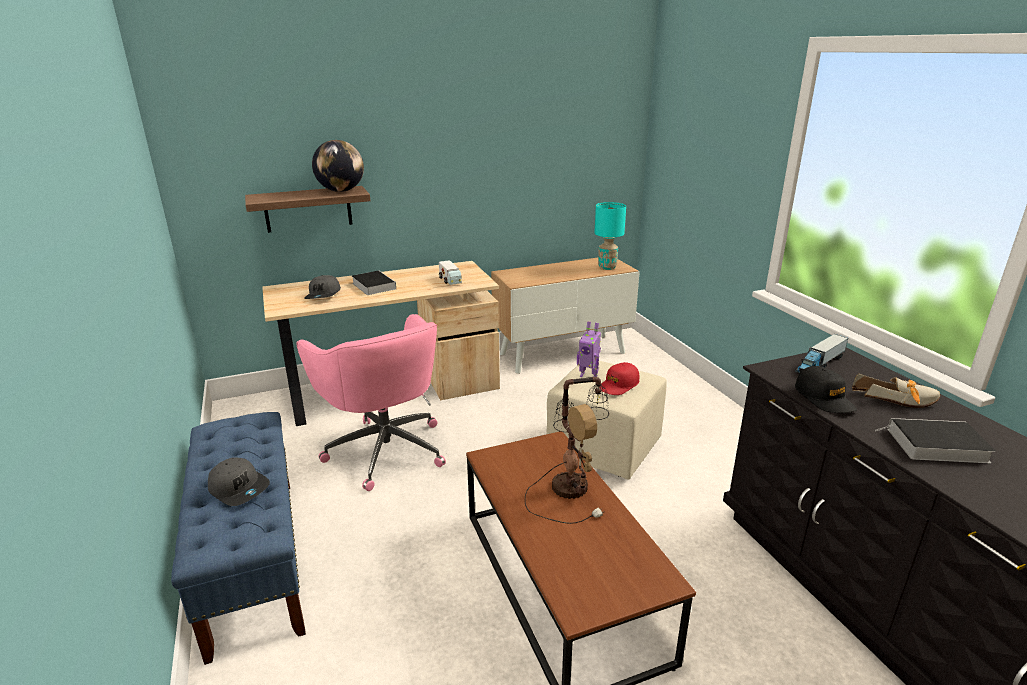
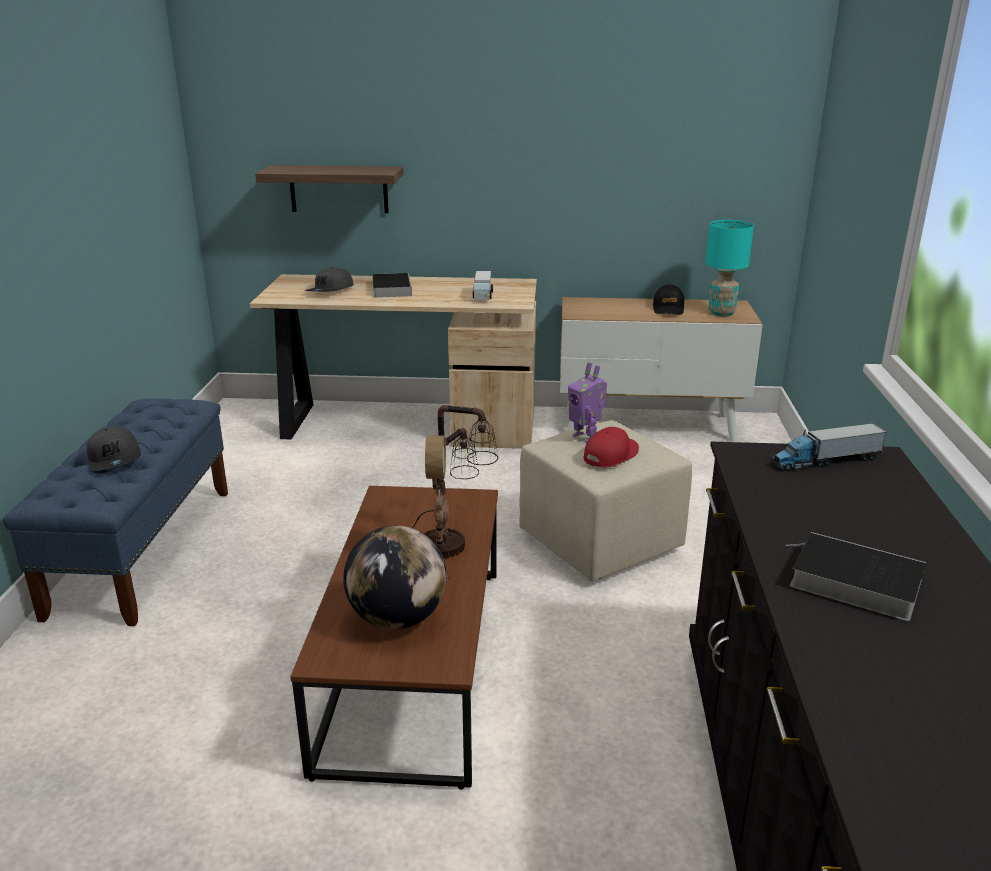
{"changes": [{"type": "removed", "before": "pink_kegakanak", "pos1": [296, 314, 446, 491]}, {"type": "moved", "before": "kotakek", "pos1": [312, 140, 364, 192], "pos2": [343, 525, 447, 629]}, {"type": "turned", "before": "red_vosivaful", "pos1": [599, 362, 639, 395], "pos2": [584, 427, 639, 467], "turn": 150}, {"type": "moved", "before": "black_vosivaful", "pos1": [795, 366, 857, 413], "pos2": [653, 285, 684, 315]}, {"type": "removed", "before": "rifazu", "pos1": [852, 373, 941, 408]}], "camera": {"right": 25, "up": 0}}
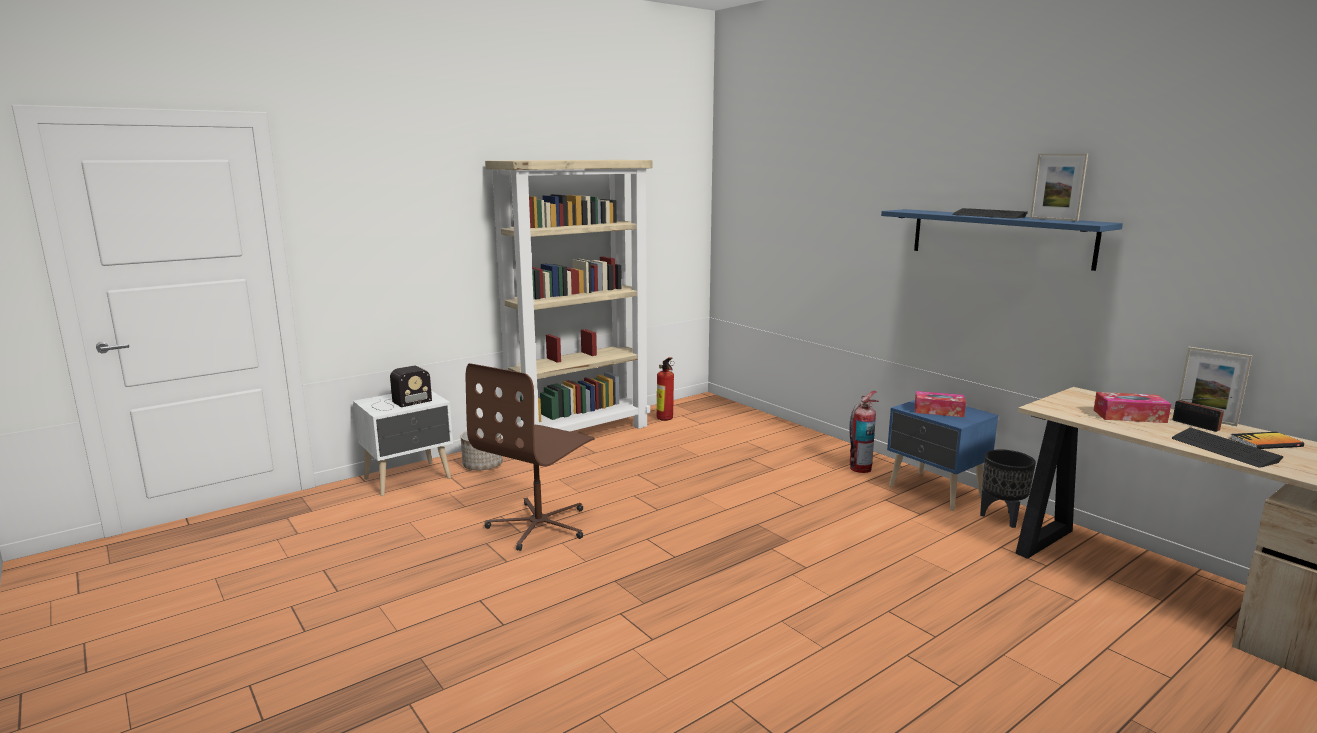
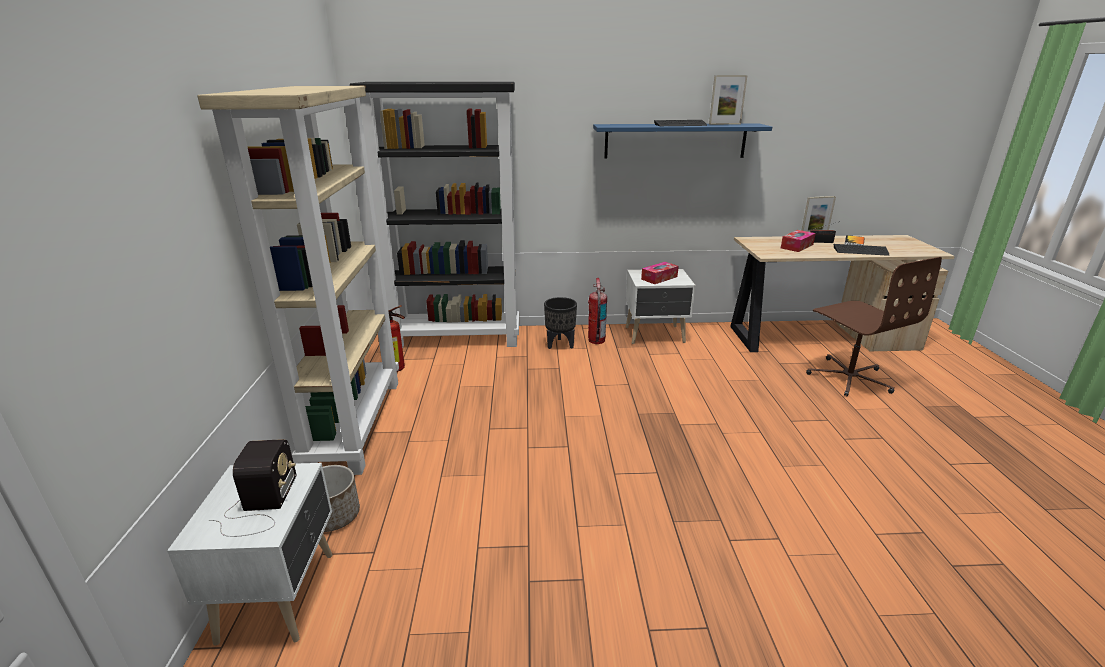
{"changes": [{"type": "moved", "before": "brown_kegakanak", "pos1": [466, 363, 595, 551], "pos2": [806, 257, 942, 396]}, {"type": "recoloured", "before": "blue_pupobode", "after": "white_pupobode", "pos1": [887, 400, 998, 511], "pos2": [626, 269, 696, 344]}, {"type": "moved", "before": "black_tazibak", "pos1": [980, 449, 1036, 528], "pos2": [544, 297, 577, 349]}, {"type": "added", "after": "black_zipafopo", "pos2": [350, 82, 519, 348]}], "camera": {"right": -55, "up": 10}}
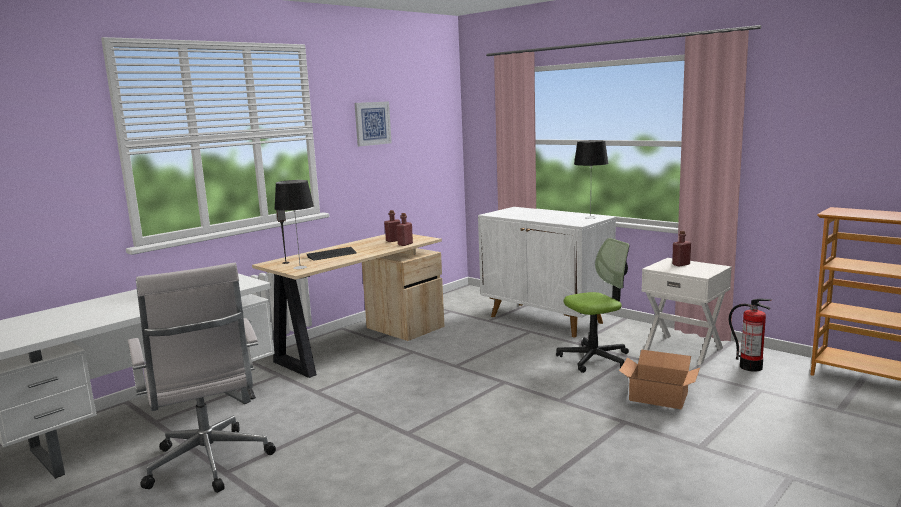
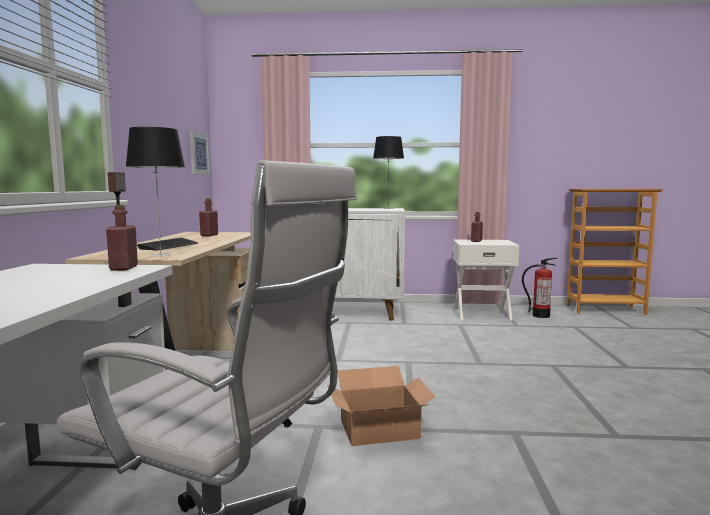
{"changes": [{"type": "moved", "before": "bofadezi", "pos1": [354, 101, 392, 146], "pos2": [190, 131, 210, 175]}, {"type": "moved", "before": "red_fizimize", "pos1": [396, 213, 413, 246], "pos2": [106, 205, 138, 271]}, {"type": "removed", "before": "kegakanak", "pos1": [556, 238, 630, 373]}, {"type": "moved", "before": "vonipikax", "pos1": [619, 350, 700, 409], "pos2": [327, 366, 436, 446]}], "camera": {"right": -40, "up": -5}}
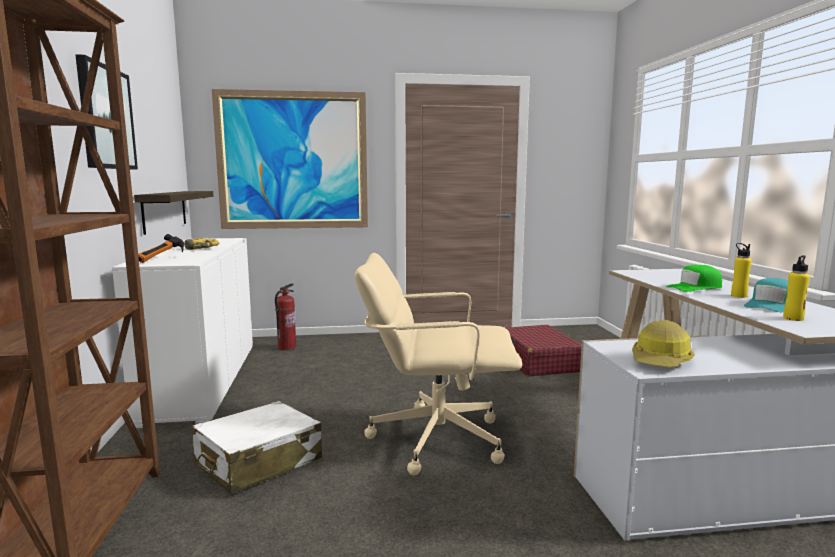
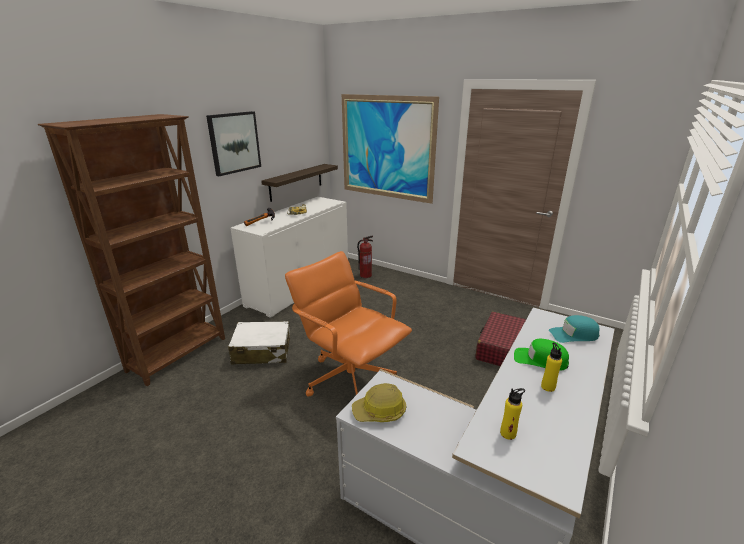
{"changes": [{"type": "recoloured", "before": "beige_kegakanak", "after": "orange_kegakanak", "pos1": [355, 253, 522, 475], "pos2": [285, 251, 412, 397]}, {"type": "moved", "before": "turquoise_vosivaful", "pos1": [744, 278, 788, 312], "pos2": [549, 315, 600, 343]}], "camera": {"right": 40, "up": 15}}
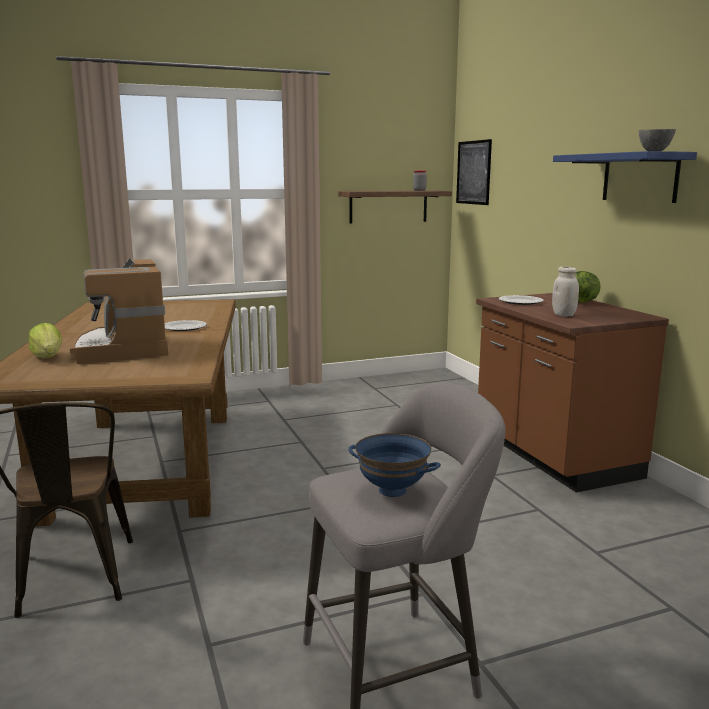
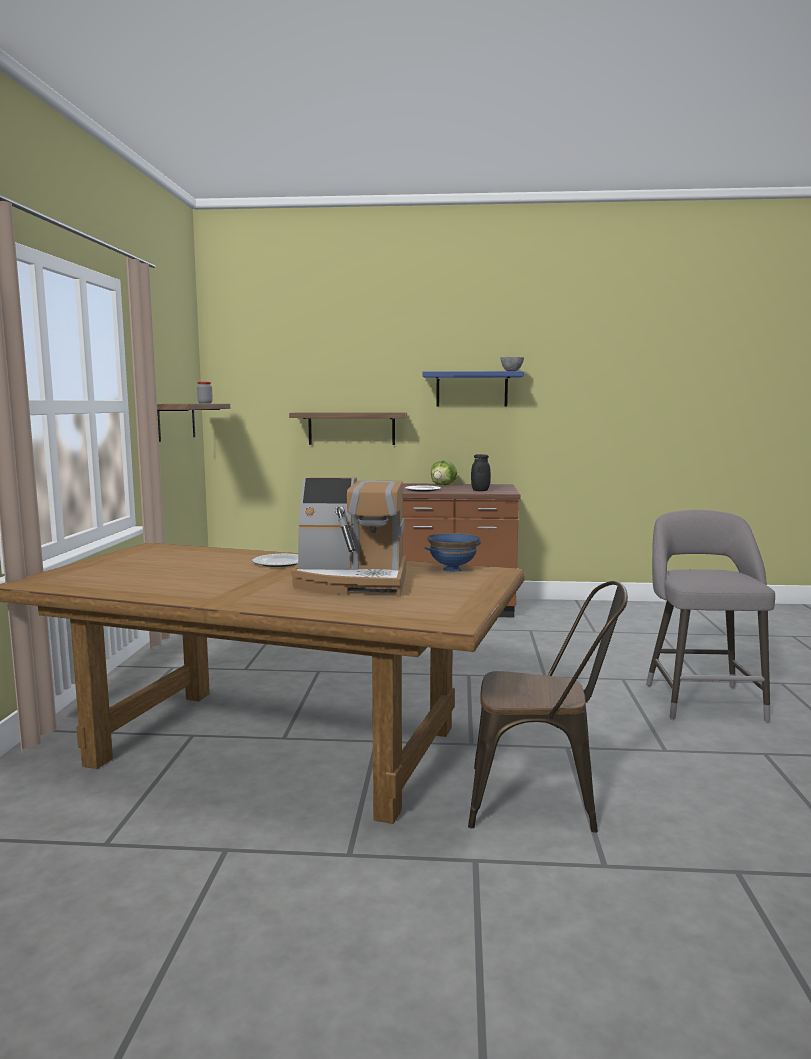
{"changes": [{"type": "removed", "before": "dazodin", "pos1": [28, 323, 62, 358]}, {"type": "moved", "before": "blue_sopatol", "pos1": [349, 433, 441, 497], "pos2": [424, 533, 481, 572]}, {"type": "removed", "before": "bofadezi", "pos1": [456, 139, 492, 205]}, {"type": "recoloured", "before": "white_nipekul", "after": "black_nipekul", "pos1": [552, 266, 579, 316], "pos2": [471, 454, 491, 491]}, {"type": "added", "after": "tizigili", "pos2": [289, 412, 407, 445]}], "camera": {"right": -65, "up": -5}}
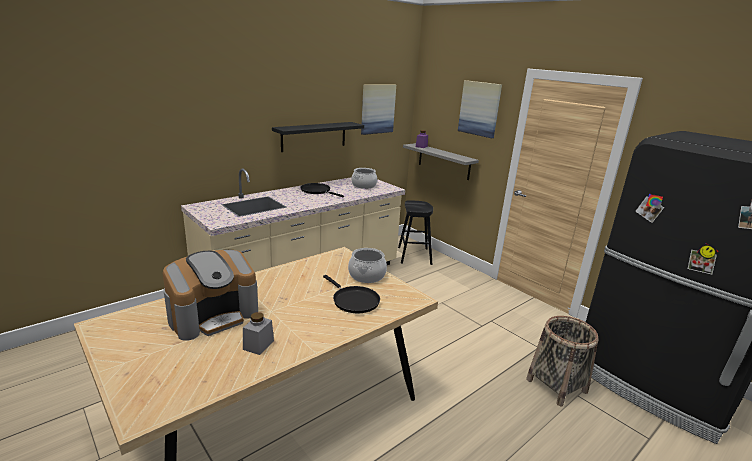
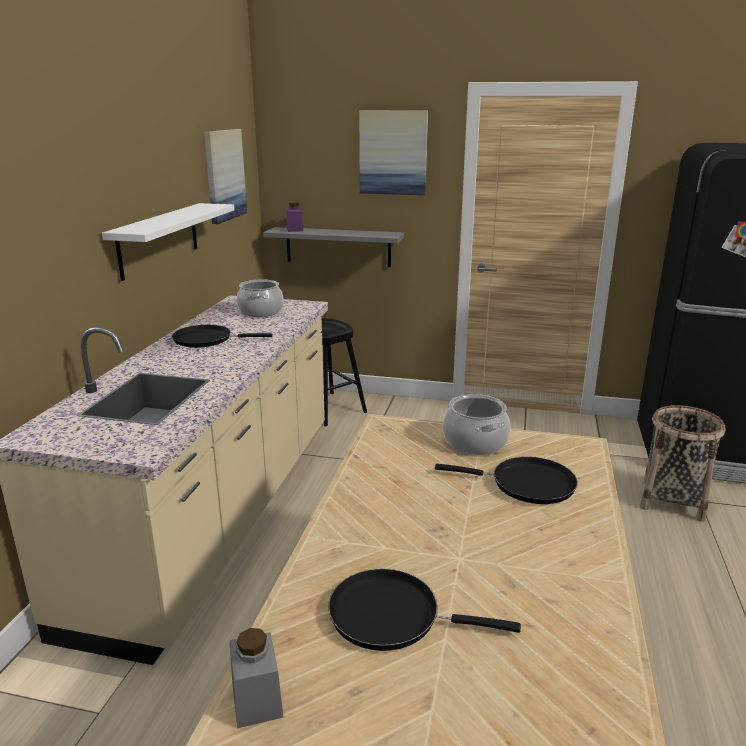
{"changes": [{"type": "replaced", "before": "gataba", "after": "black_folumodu", "pos1": [162, 250, 258, 341], "pos2": [328, 569, 521, 651]}, {"type": "moved", "before": "grey_nipekul", "pos1": [243, 312, 274, 355], "pos2": [230, 628, 284, 728]}, {"type": "recoloured", "before": "black_tizigili", "after": "white_tizigili", "pos1": [272, 122, 364, 152], "pos2": [102, 203, 234, 281]}], "camera": {"right": -35, "up": 0}}
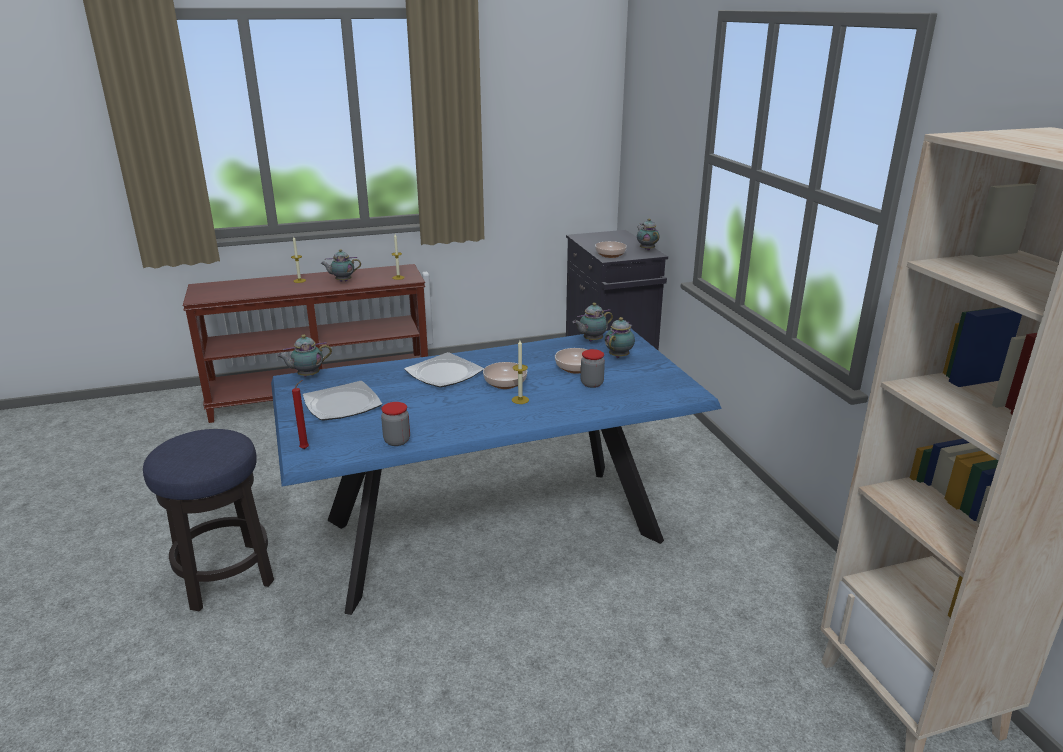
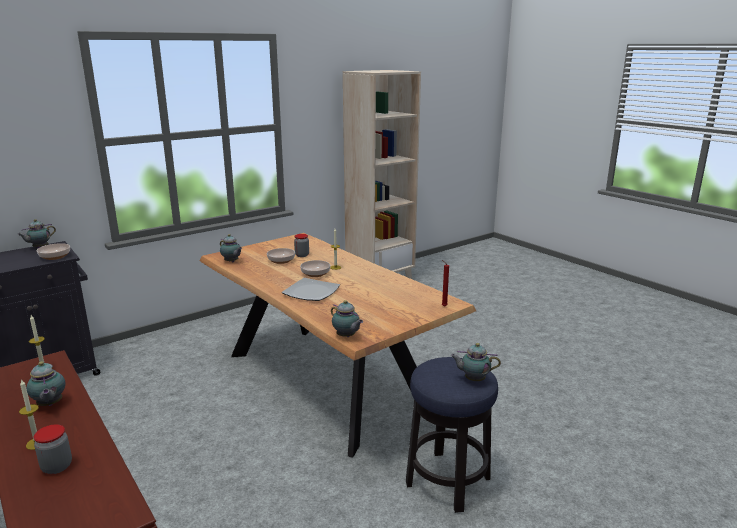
{"changes": [{"type": "recoloured", "before": "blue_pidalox", "after": "brown_pidalox", "pos1": [271, 329, 722, 615], "pos2": [200, 233, 476, 458]}, {"type": "removed", "before": "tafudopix", "pos1": [303, 381, 382, 421]}, {"type": "moved", "before": "nipekul", "pos1": [381, 402, 410, 446], "pos2": [34, 424, 72, 474]}, {"type": "moved", "before": "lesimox", "pos1": [605, 317, 635, 358], "pos2": [451, 343, 501, 381]}], "camera": {"right": -110, "up": -5}}
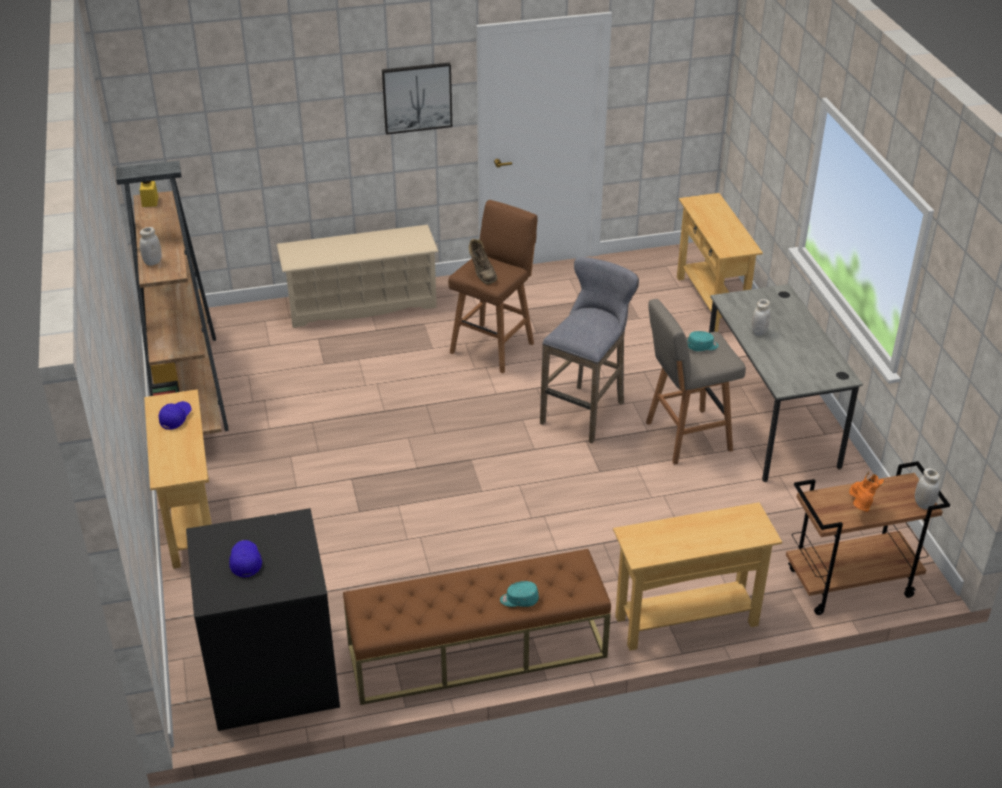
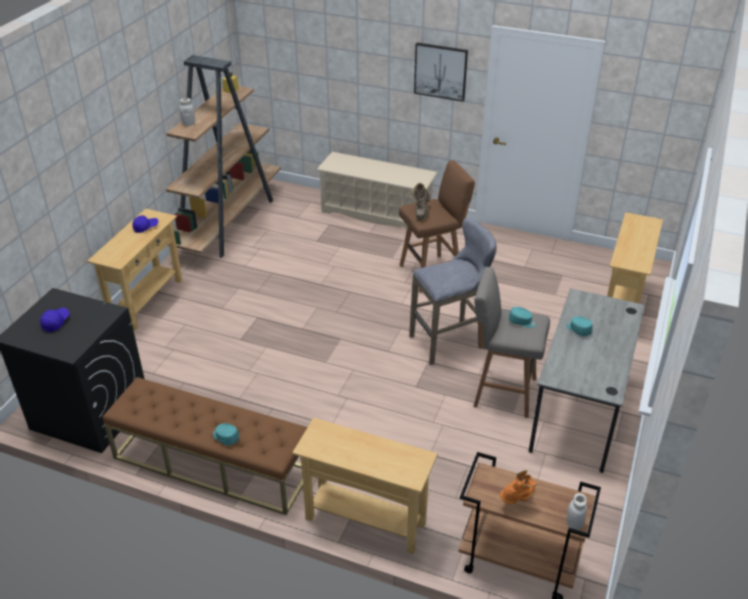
{"changes": [{"type": "replaced", "before": "white_nipekul", "after": "turquoise_vosivaful", "pos1": [752, 299, 770, 336], "pos2": [566, 316, 593, 336]}], "camera": {"right": 35, "up": 0}}
